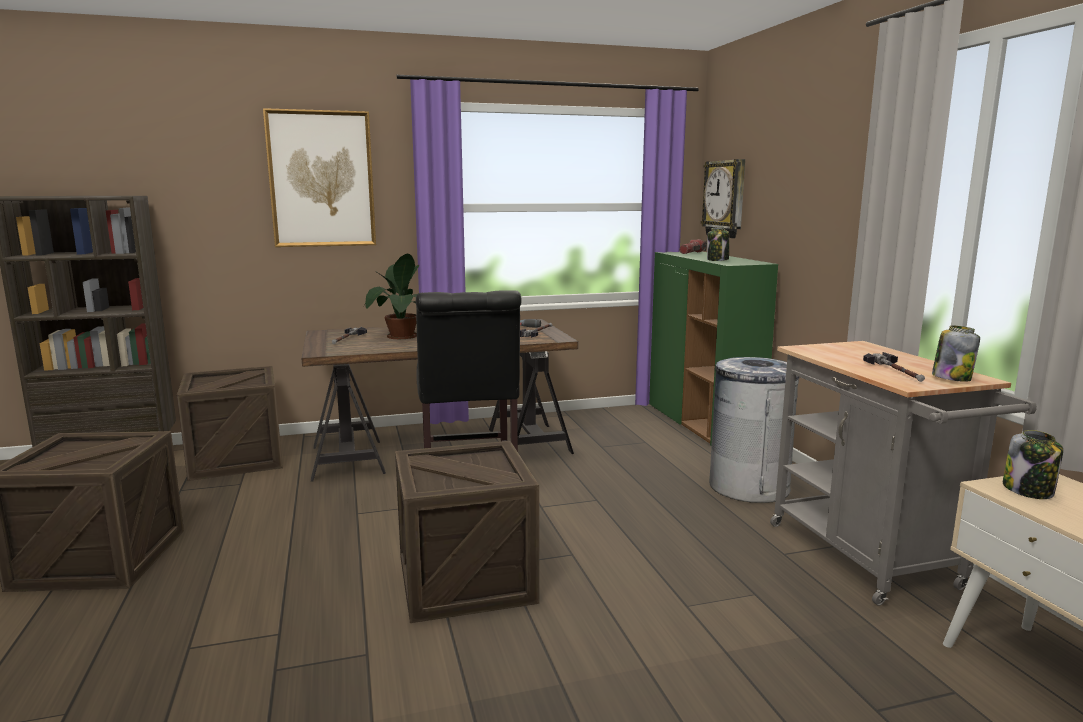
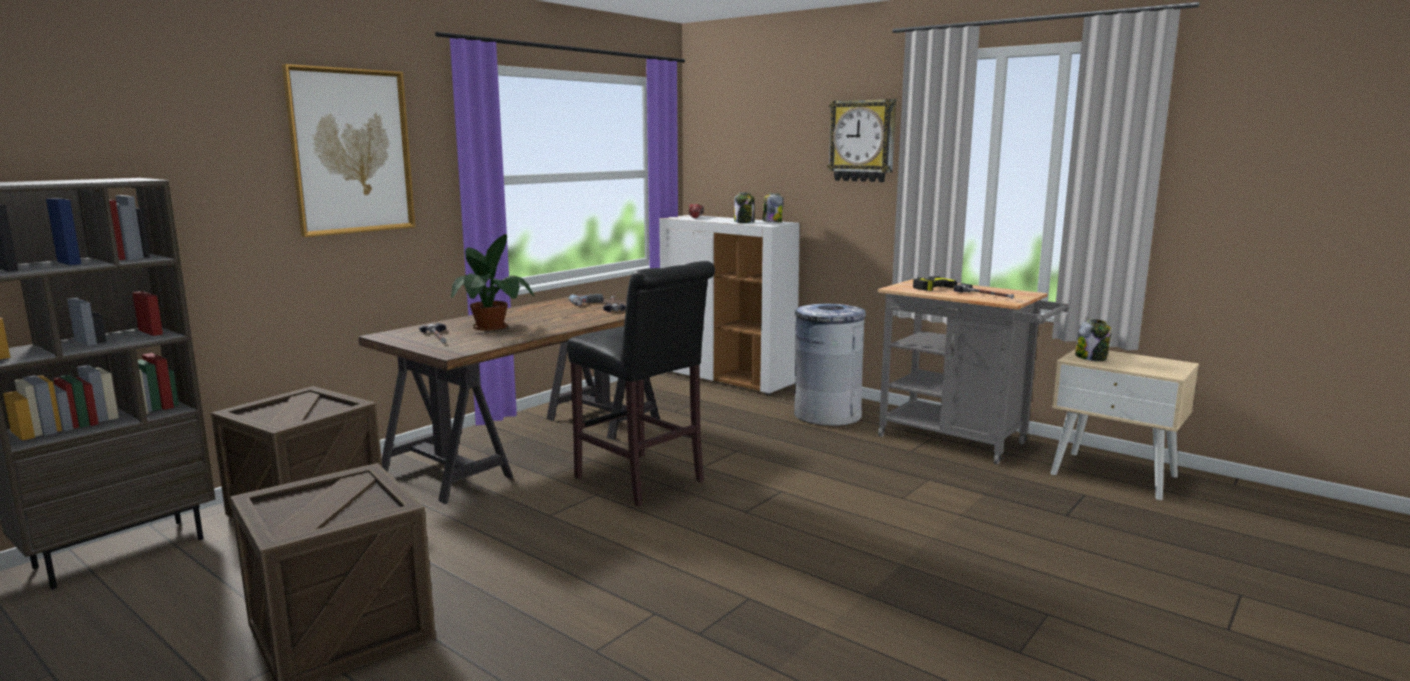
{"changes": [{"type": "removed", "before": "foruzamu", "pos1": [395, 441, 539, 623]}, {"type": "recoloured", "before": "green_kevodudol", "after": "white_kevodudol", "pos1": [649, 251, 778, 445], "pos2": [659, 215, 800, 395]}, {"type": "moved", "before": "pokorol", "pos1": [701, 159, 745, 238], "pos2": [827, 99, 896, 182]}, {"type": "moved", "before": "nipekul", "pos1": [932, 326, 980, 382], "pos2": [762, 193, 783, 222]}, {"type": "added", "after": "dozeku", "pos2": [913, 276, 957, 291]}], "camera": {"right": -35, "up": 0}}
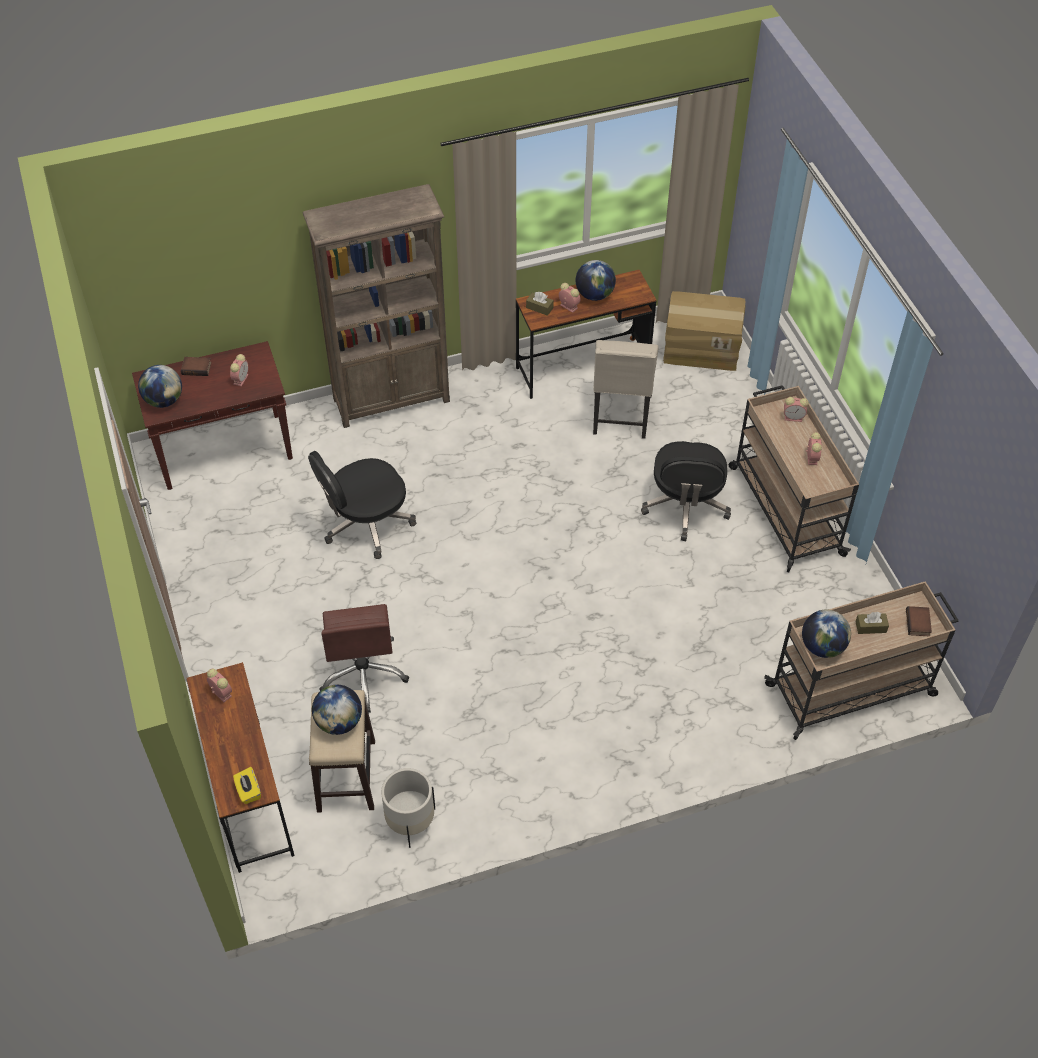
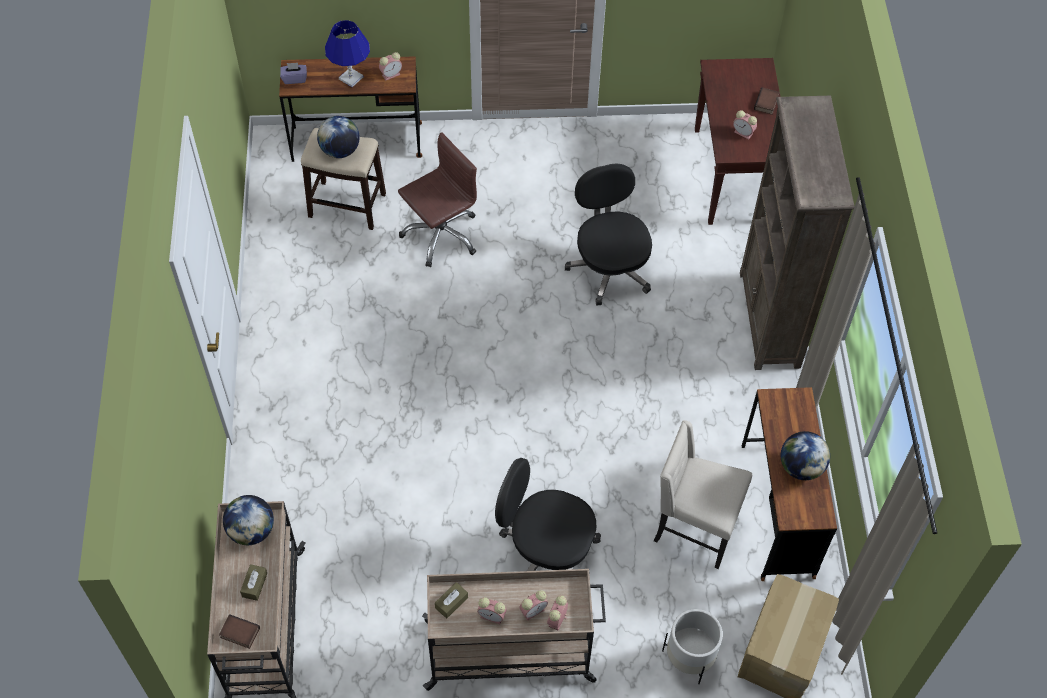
{"changes": [{"type": "removed", "before": "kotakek", "pos1": [138, 365, 182, 408]}, {"type": "recoloured", "before": "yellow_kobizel", "after": "purple_kobizel", "pos1": [233, 767, 261, 804], "pos2": [280, 63, 307, 84]}, {"type": "turned", "before": "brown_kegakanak", "pos1": [319, 604, 409, 713], "pos2": [398, 132, 477, 267], "turn": 135}, {"type": "moved", "before": "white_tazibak", "pos1": [381, 768, 435, 848], "pos2": [662, 609, 723, 684]}, {"type": "moved", "before": "brown_kobizel", "pos1": [526, 292, 554, 316], "pos2": [435, 582, 468, 619]}, {"type": "moved", "before": "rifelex", "pos1": [559, 283, 580, 313], "pos2": [519, 590, 548, 621]}, {"type": "added", "after": "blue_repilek", "pos2": [325, 20, 370, 87]}], "camera": {"right": 105, "up": 5}}
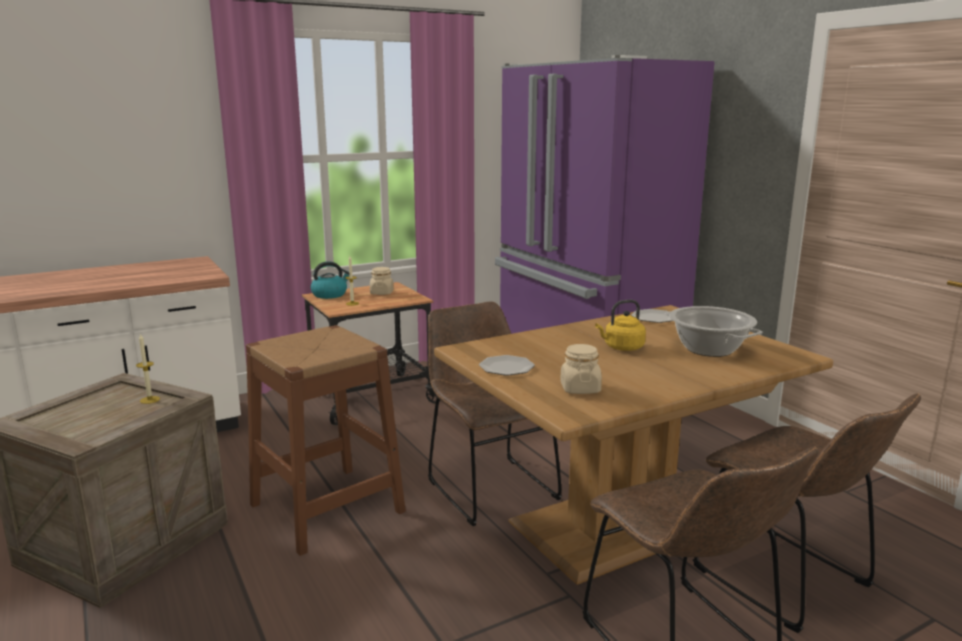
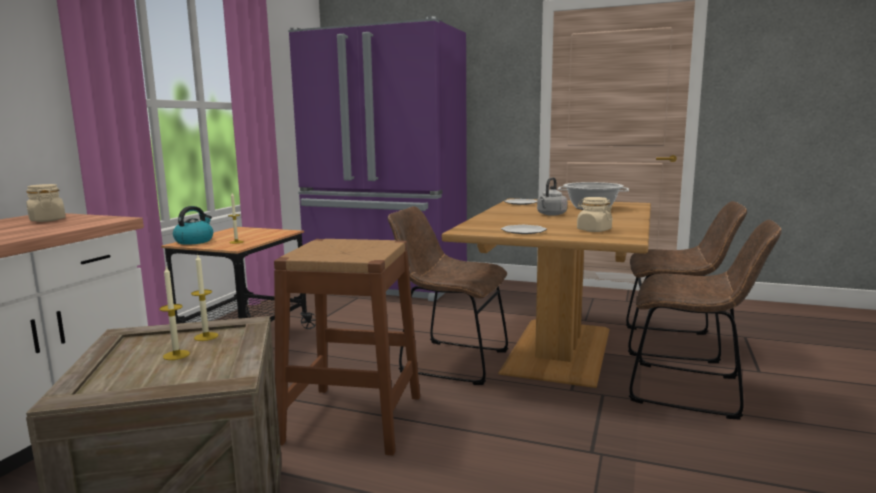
{"changes": [{"type": "moved", "before": "beige_nipekul", "pos1": [370, 267, 394, 295], "pos2": [26, 184, 66, 222]}, {"type": "recoloured", "before": "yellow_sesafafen", "after": "grey_sesafafen", "pos1": [595, 300, 646, 351], "pos2": [537, 177, 567, 216]}, {"type": "added", "after": "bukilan", "pos2": [159, 267, 190, 360]}], "camera": {"right": -40, "up": -5}}
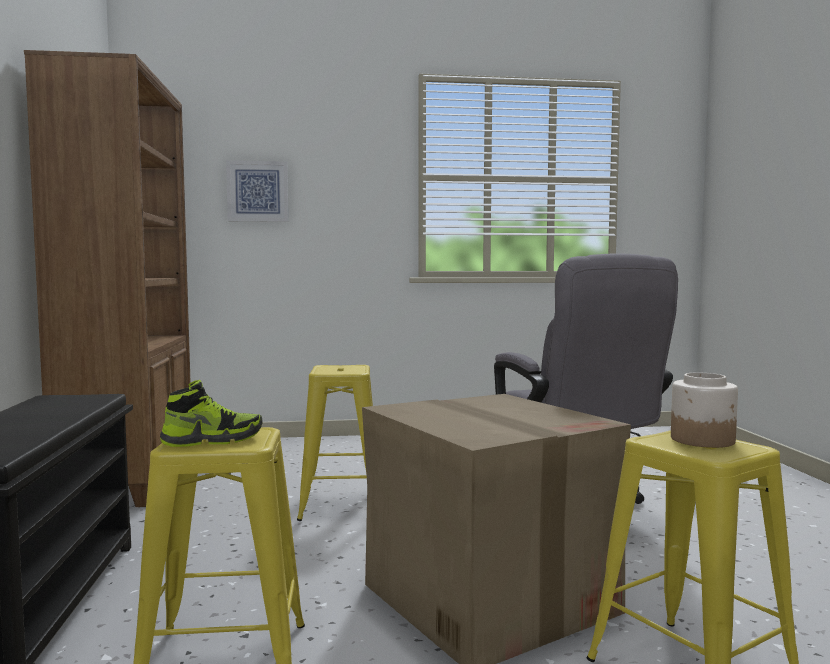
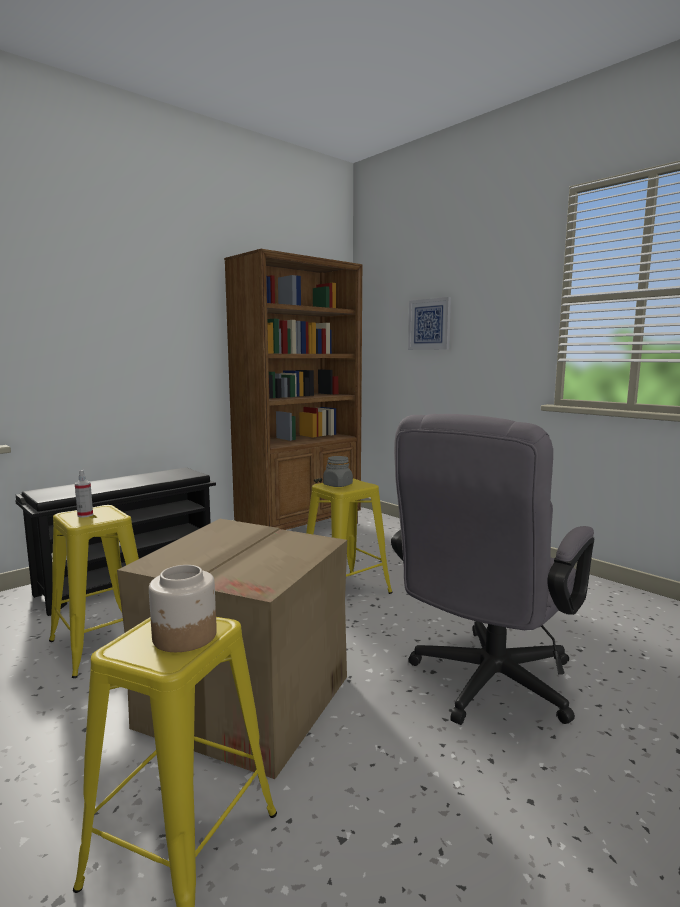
{"changes": [{"type": "replaced", "before": "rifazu", "after": "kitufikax", "pos1": [160, 380, 263, 447], "pos2": [75, 470, 93, 518]}, {"type": "added", "after": "grey_nipekul", "pos2": [323, 456, 353, 487]}], "camera": {"right": 55, "up": 5}}
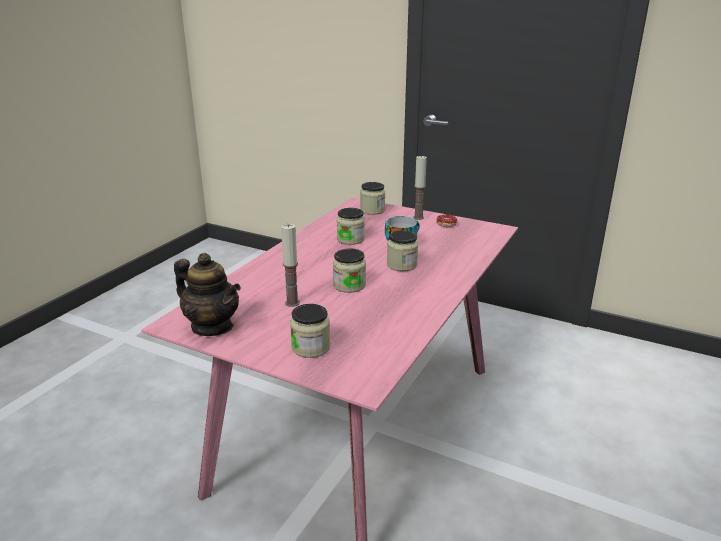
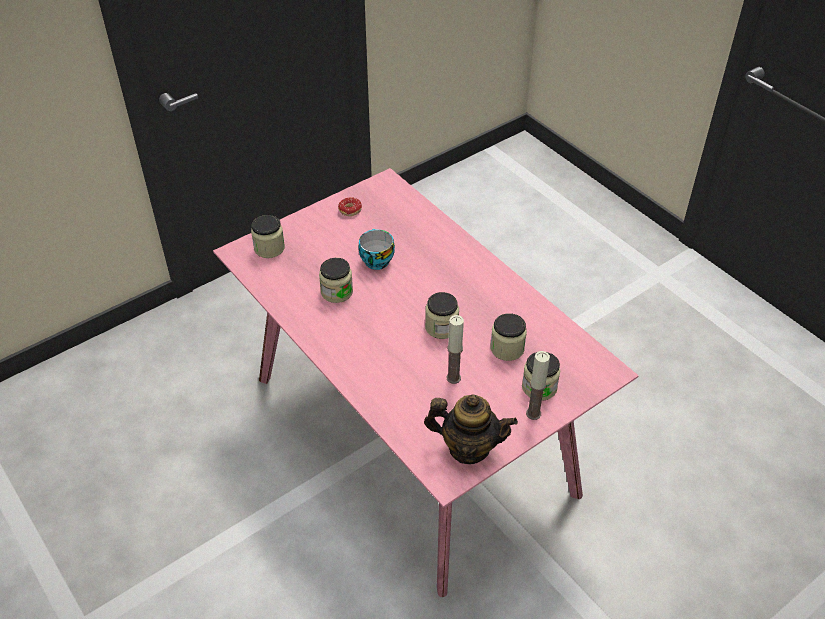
{"changes": [{"type": "turned", "before": "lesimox", "pos1": [174, 253, 241, 336], "pos2": [424, 394, 518, 464], "turn": 45}, {"type": "moved", "before": "nipekul", "pos1": [387, 230, 418, 271], "pos2": [490, 313, 527, 361]}, {"type": "moved", "before": "bukilan", "pos1": [413, 155, 427, 220], "pos2": [526, 351, 550, 420]}], "camera": {"right": -65, "up": 20}}
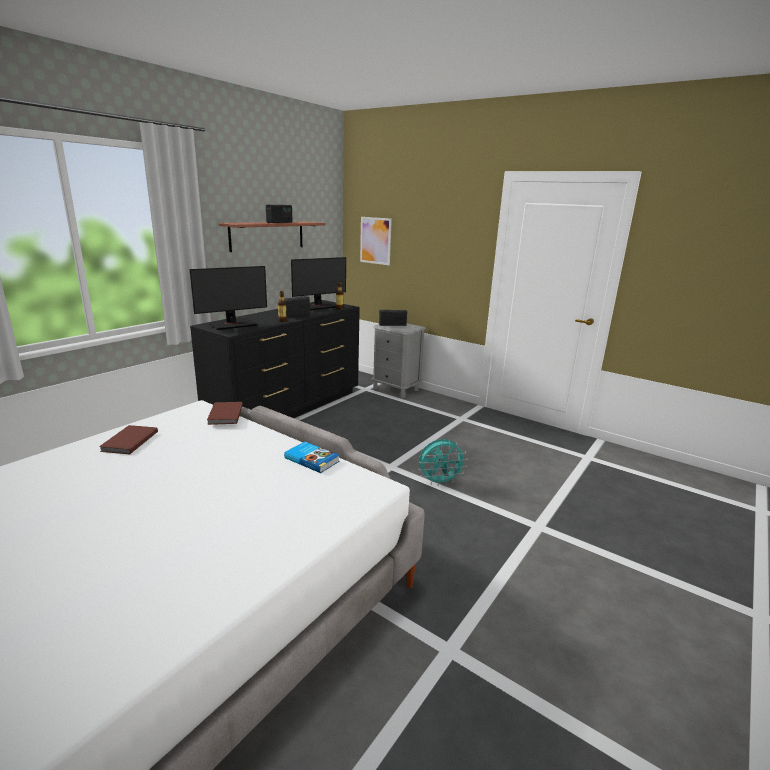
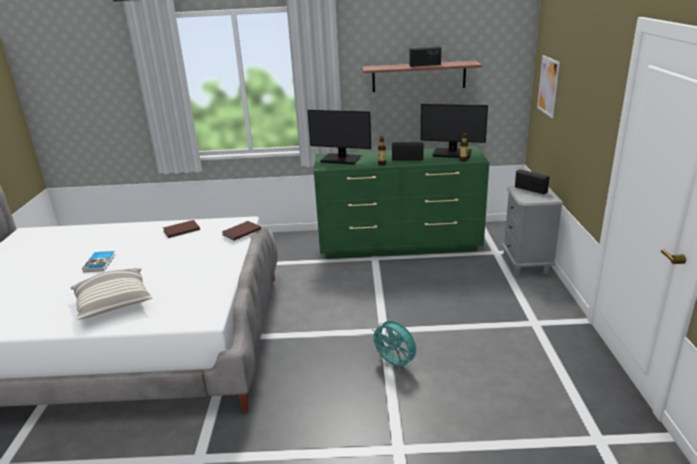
{"changes": [{"type": "recoloured", "before": "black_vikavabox", "after": "green_vikavabox", "pos1": [190, 300, 360, 418], "pos2": [314, 146, 489, 259]}, {"type": "moved", "before": "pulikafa", "pos1": [284, 442, 340, 473], "pos2": [82, 251, 115, 272]}, {"type": "added", "after": "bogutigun", "pos2": [71, 268, 152, 320]}], "camera": {"right": 55, "up": 5}}
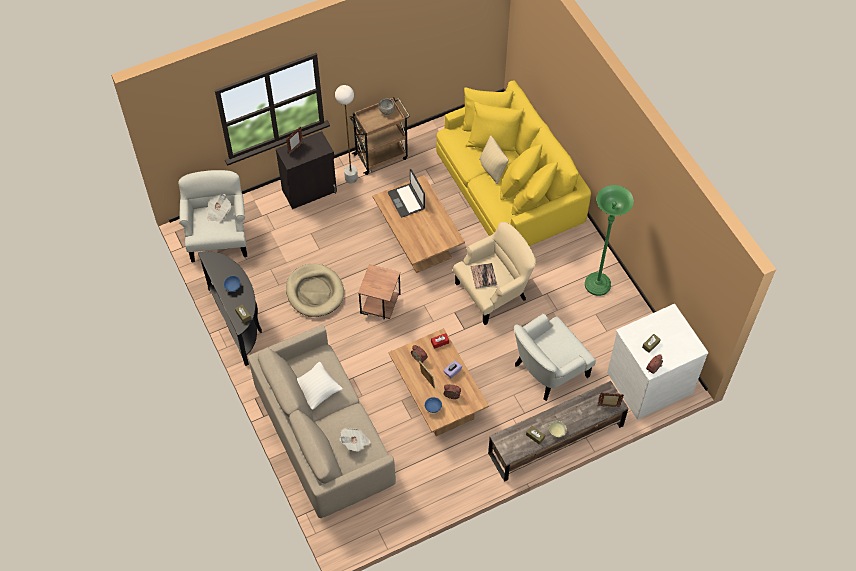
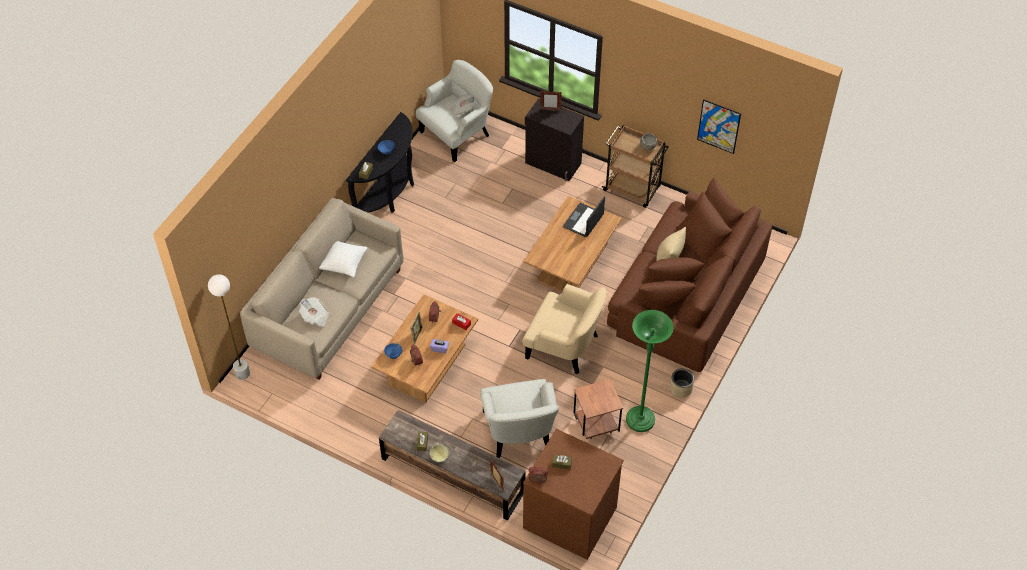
{"changes": [{"type": "removed", "before": "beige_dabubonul", "pos1": [286, 264, 344, 317]}, {"type": "moved", "before": "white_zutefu", "pos1": [335, 85, 358, 184], "pos2": [208, 274, 250, 380]}, {"type": "moved", "before": "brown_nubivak", "pos1": [358, 264, 401, 320], "pos2": [573, 379, 623, 439]}, {"type": "recoloured", "before": "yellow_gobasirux", "after": "brown_gobasirux", "pos1": [436, 80, 591, 246], "pos2": [607, 178, 772, 372]}, {"type": "removed", "before": "pulikafa", "pos1": [471, 263, 497, 289]}, {"type": "turned", "before": "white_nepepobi", "pos1": [514, 313, 596, 401], "pos2": [480, 379, 559, 458], "turn": -120}, {"type": "recoloured", "before": "white_vikavabox", "after": "brown_vikavabox", "pos1": [607, 304, 709, 420], "pos2": [523, 429, 624, 560]}, {"type": "added", "after": "beige_tazibak", "pos2": [670, 369, 694, 398]}, {"type": "added", "after": "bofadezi", "pos2": [697, 99, 741, 154]}], "camera": {"right": 55, "up": -5}}
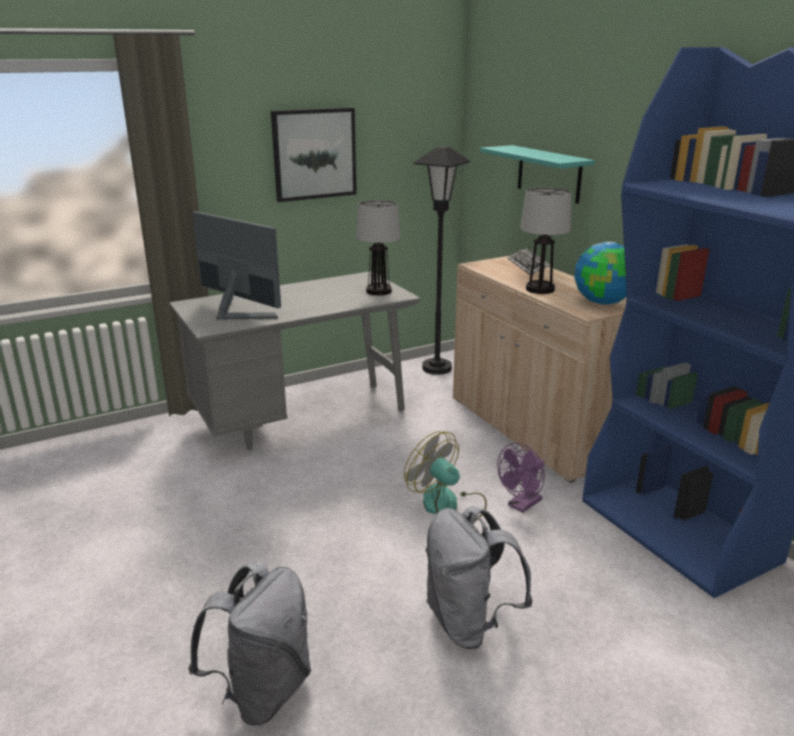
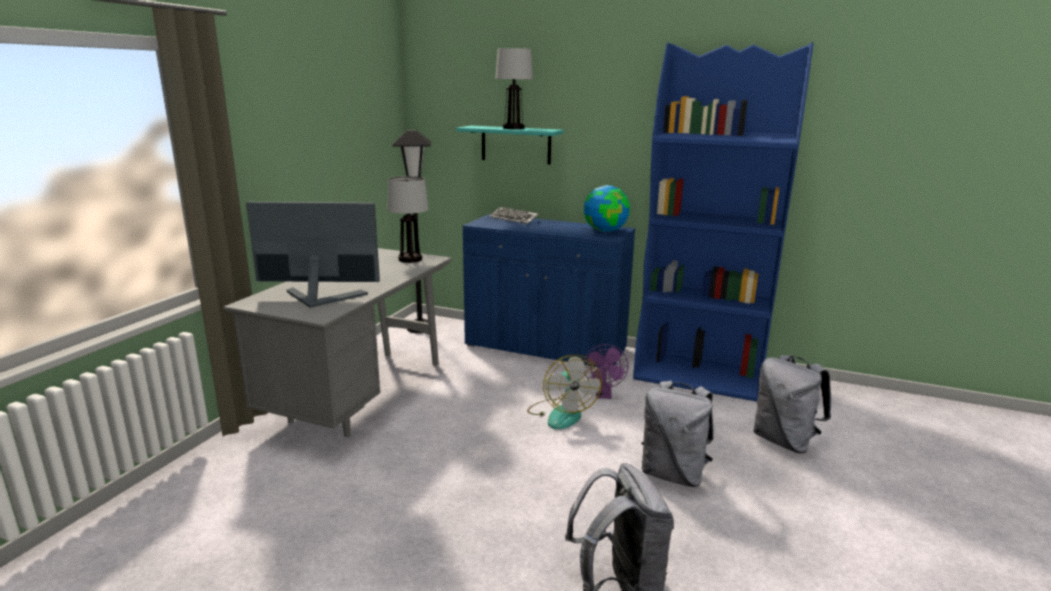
{"changes": [{"type": "removed", "before": "bofadezi", "pos1": [271, 107, 357, 202]}, {"type": "turned", "before": "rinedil", "pos1": [404, 431, 487, 522], "pos2": [527, 355, 602, 429], "turn": -105}, {"type": "recoloured", "before": "beige_kevodudol", "after": "blue_kevodudol", "pos1": [453, 256, 627, 483], "pos2": [463, 214, 635, 368]}, {"type": "moved", "before": "repilek", "pos1": [520, 187, 571, 294], "pos2": [495, 48, 533, 129]}, {"type": "added", "after": "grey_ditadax", "pos2": [753, 355, 831, 453]}], "camera": {"right": -40, "up": -5}}
